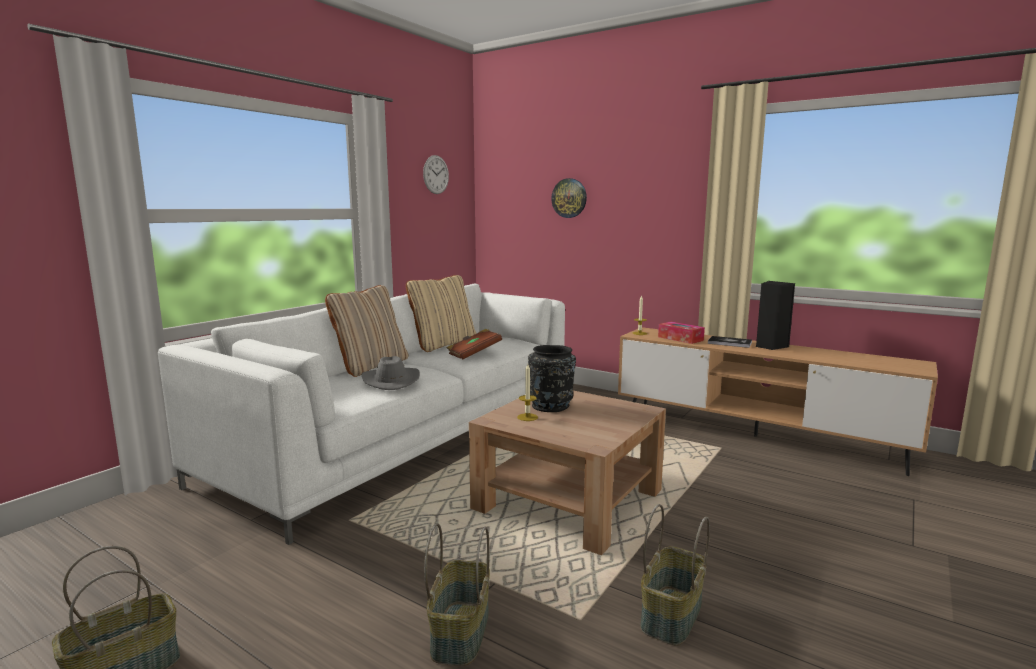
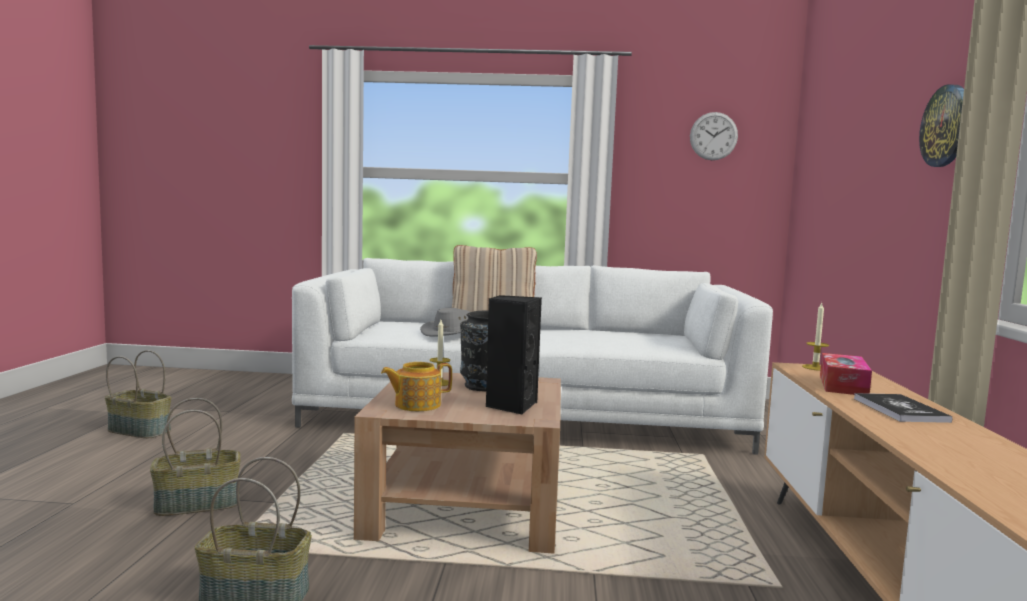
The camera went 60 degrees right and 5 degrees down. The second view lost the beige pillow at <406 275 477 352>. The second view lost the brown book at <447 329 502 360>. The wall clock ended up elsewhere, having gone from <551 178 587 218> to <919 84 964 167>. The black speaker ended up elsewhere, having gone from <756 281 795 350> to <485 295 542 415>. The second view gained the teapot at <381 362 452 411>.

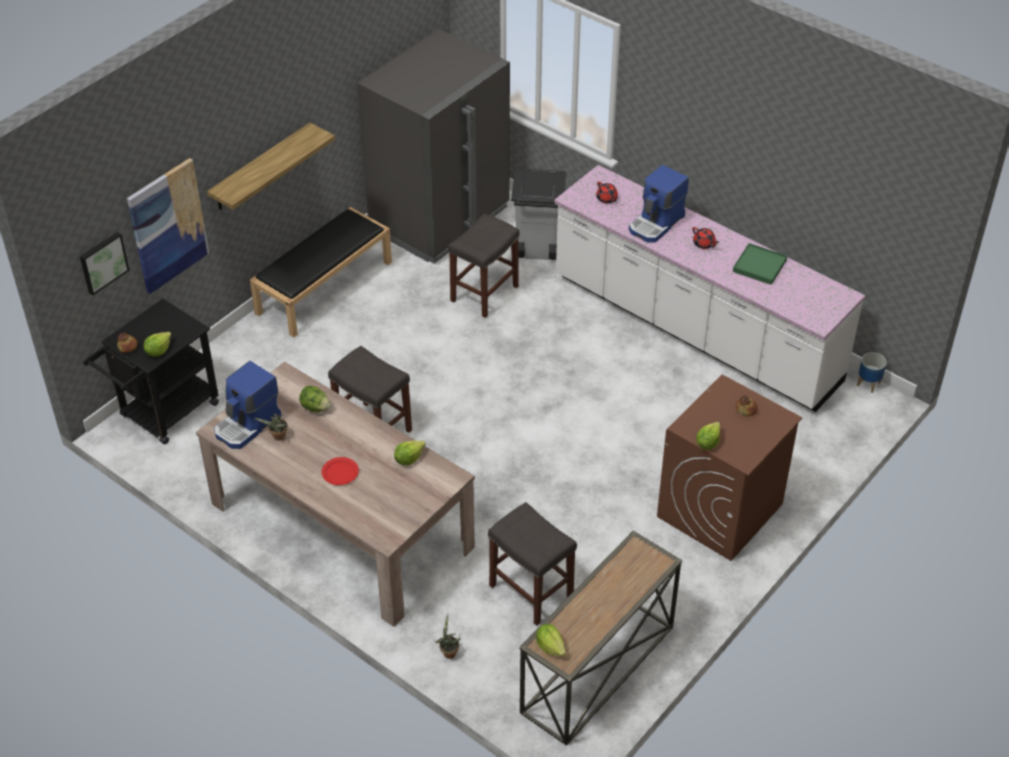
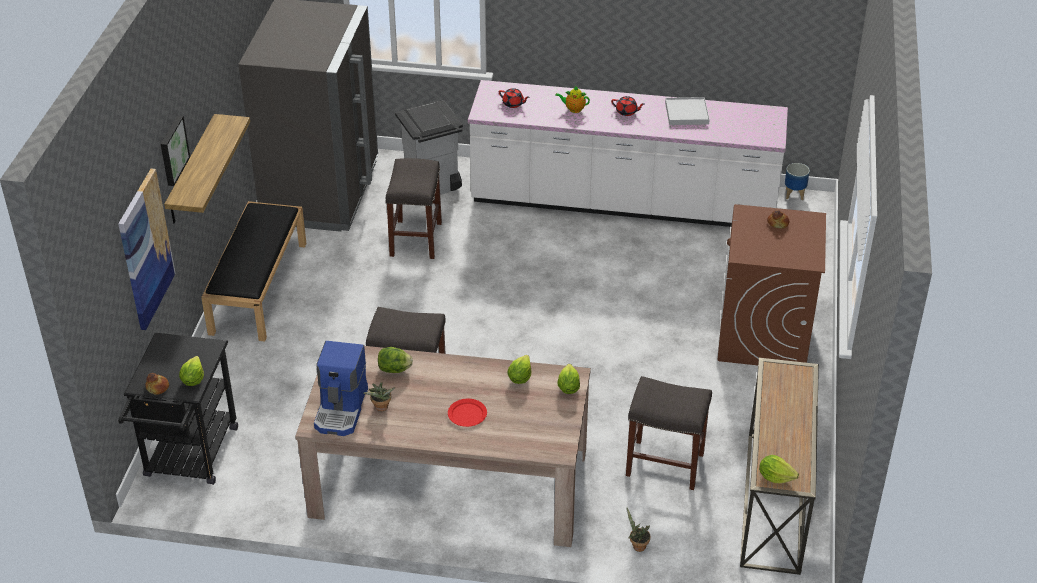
The camera went 30 degrees left and 5 degrees down. The picture ended up elsewhere, having gone from <80 232 129 295> to <161 115 190 186>. Where the coffee machine stood at <629 165 689 243>, the teapot came to stand at <555 86 590 113>. The lettuce ended up elsewhere, having gone from <696 422 720 450> to <557 364 580 394>. What was the green tray at <733 243 787 285> turned into the white tray at <665 97 710 125>.

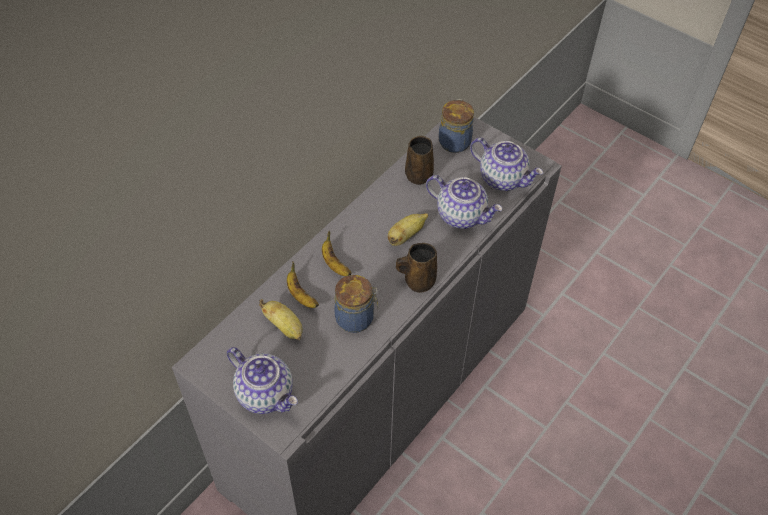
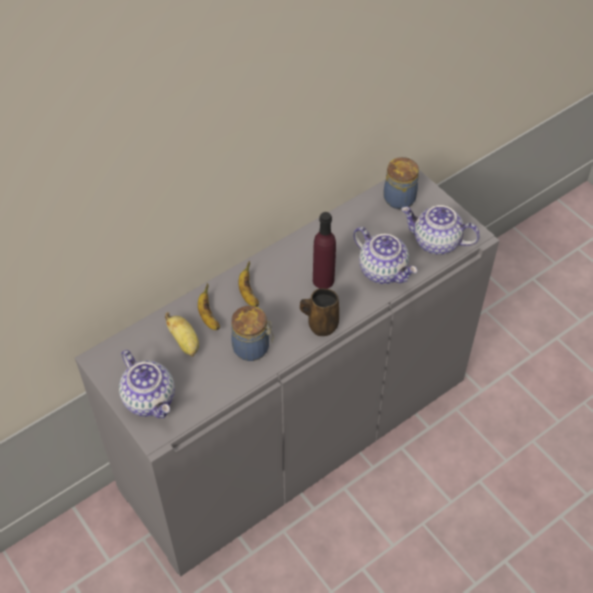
The camera went 15 degrees right and 0 degrees up. Where the banana stood at <388 213 428 246>, the purple bottle came to stand at <313 212 336 289>. The second view lost the brown mug at <405 136 434 185>. The teapot at <470 138 543 191> ended up facing another way, 150 degrees clockwise from before.

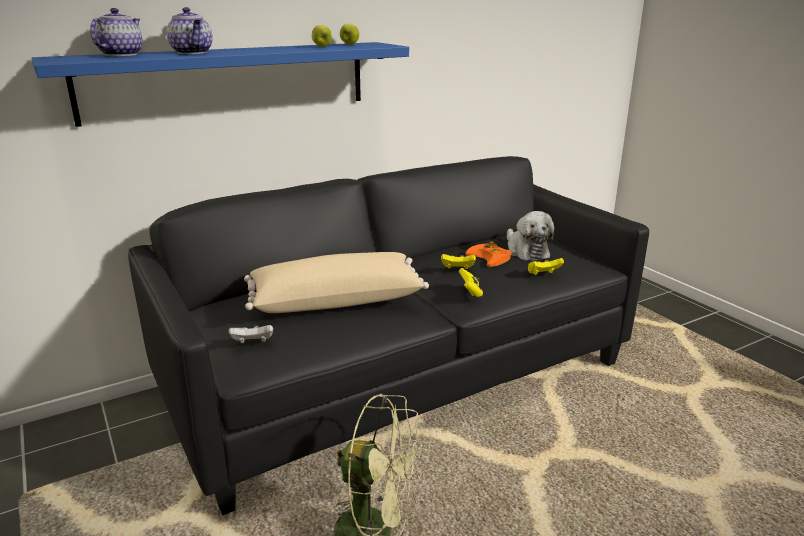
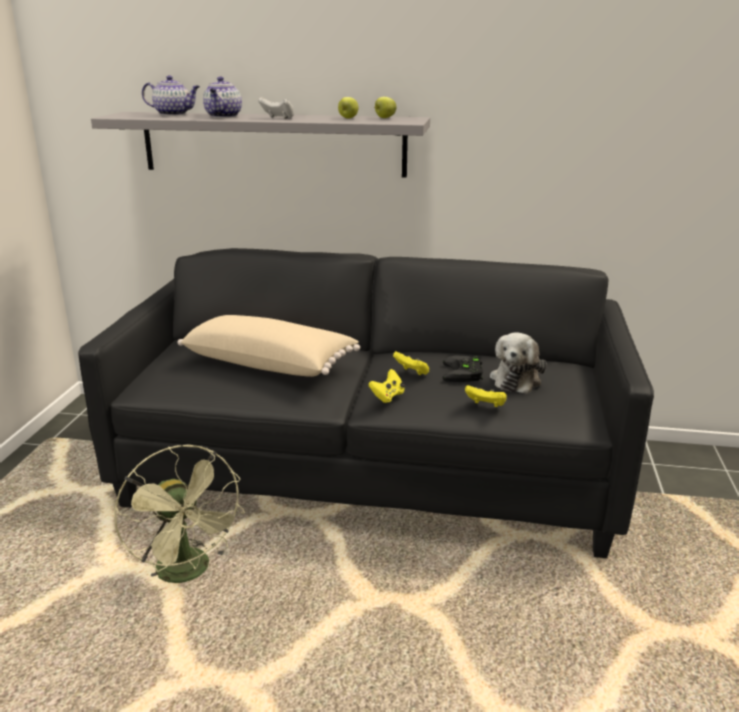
The camera went 40 degrees right and 0 degrees up. What was the blue shelf at <31 42 409 127> turned into the grey shelf at <91 112 430 178>. The teapot at <90 8 142 56> ended up facing another way, 45 degrees clockwise from before. The white game controller ended up elsewhere, having gone from <229 325 273 343> to <259 97 294 119>. What was the orange game controller at <465 241 512 267> turned into the black game controller at <443 355 483 382>.

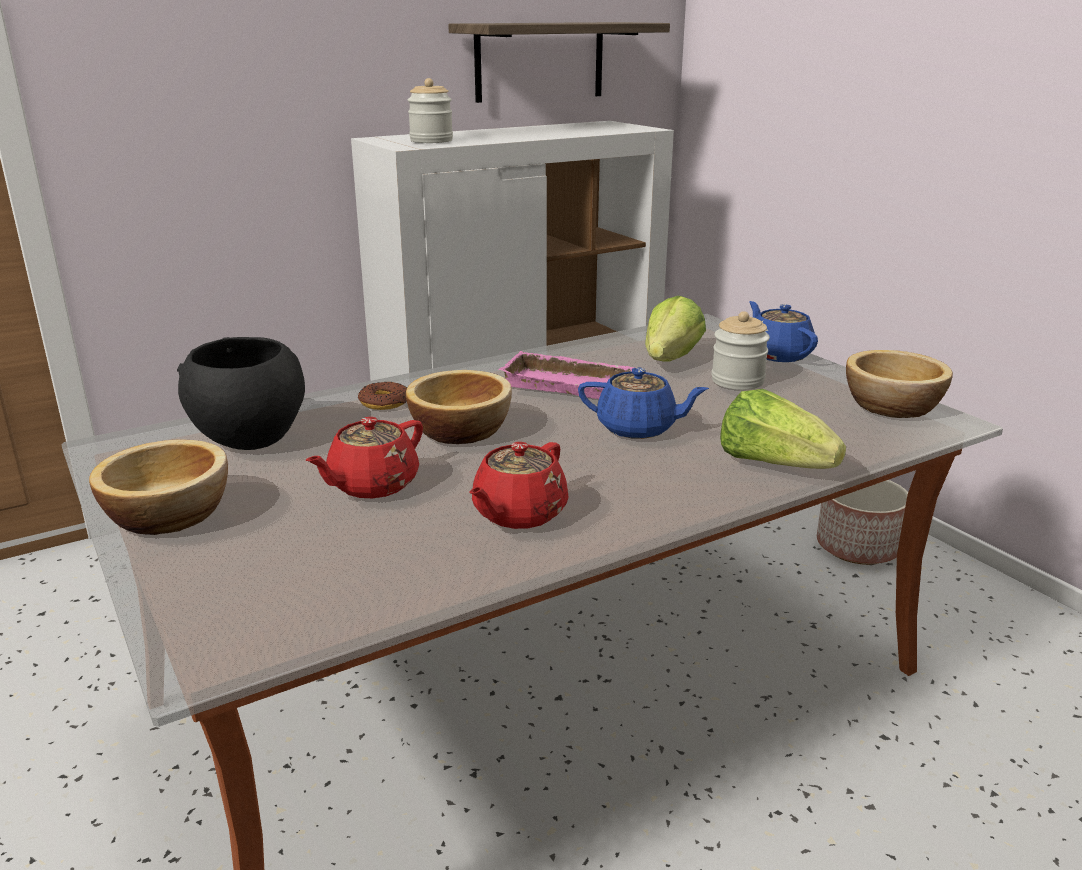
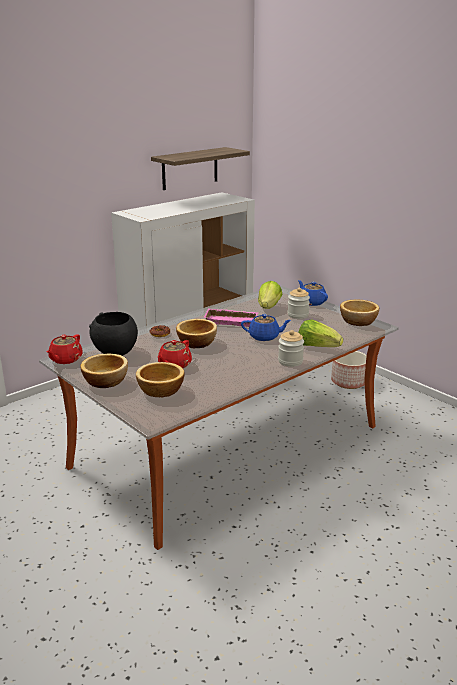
The camera went 10 degrees left and 0 degrees up. The jar ended up elsewhere, having gone from <408 78 453 143> to <278 330 304 367>. The red teapot ended up elsewhere, having gone from <469 442 569 529> to <47 334 83 364>. The second view gained the bowl at <136 362 184 397>.

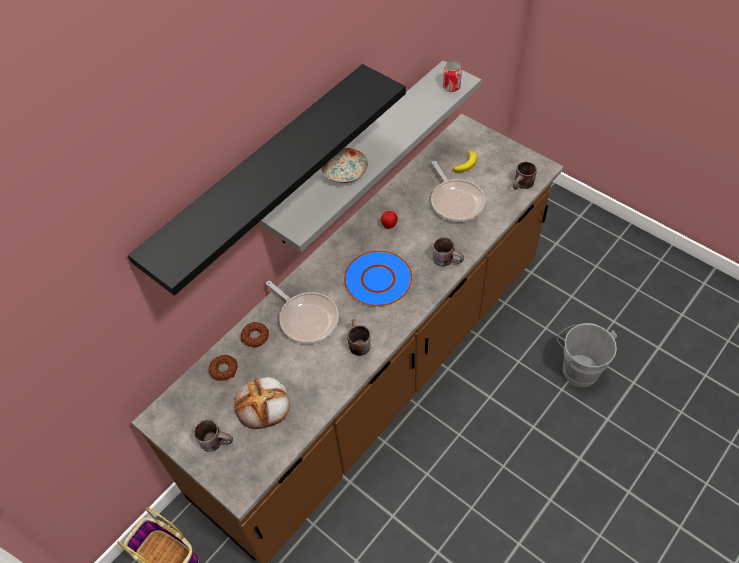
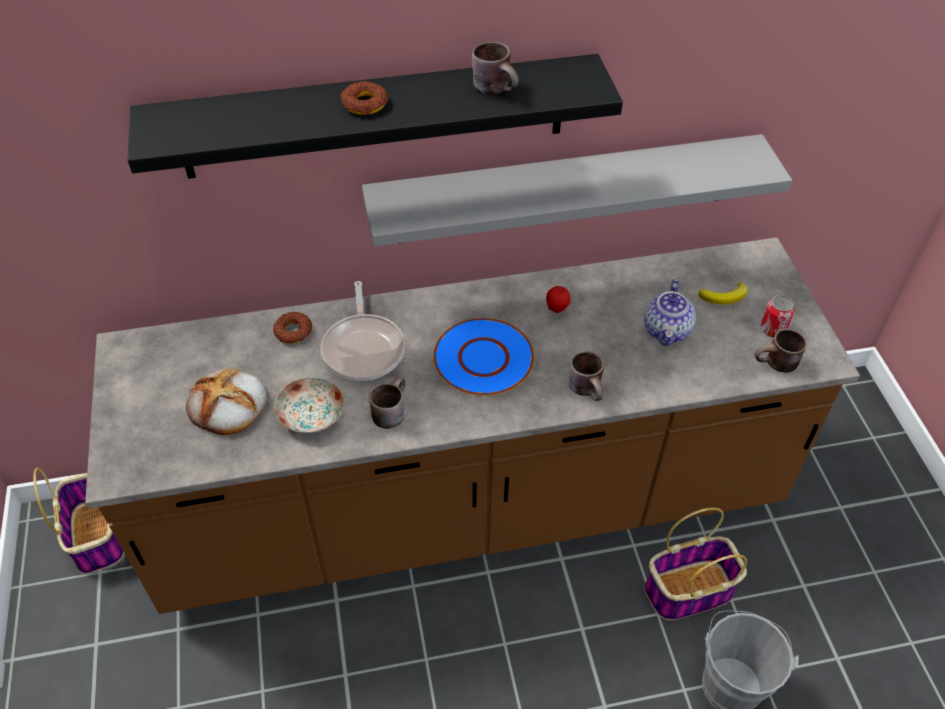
The camera went 35 degrees right and 5 degrees down. The brown mug ended up elsewhere, having gone from <194 419 233 452> to <472 42 519 94>. The donut ended up elsewhere, having gone from <209 355 238 381> to <340 81 389 115>. The plate ended up elsewhere, having gone from <321 148 368 183> to <274 377 344 433>. Where the frying pan stood at <431 161 485 222>, the teapot came to stand at <644 279 696 346>. The can ended up elsewhere, having gone from <443 61 462 92> to <760 295 795 338>. The second view gained the basket at <644 508 747 620>.

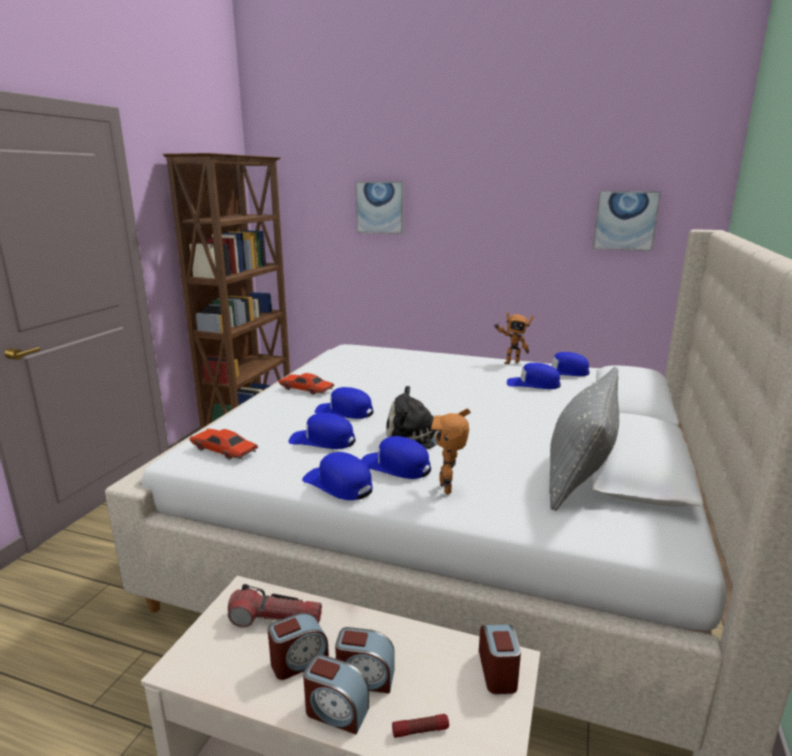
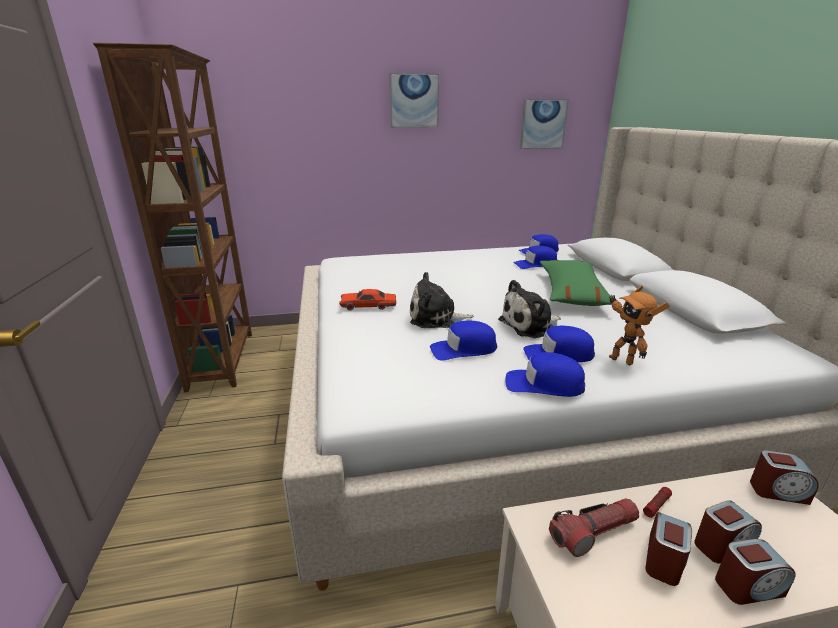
The camera went 30 degrees left and 5 degrees up. The second view lost the red toy car at <189 429 258 459>. Where the blue cap stood at <315 387 374 419>, the plush toy came to stand at <410 272 474 328>. The picture ended up elsewhere, having gone from <355 181 404 234> to <389 73 439 128>. The flashlight ended up elsewhere, having gone from <392 714 449 738> to <643 487 672 518>. The alarm clock at <479 624 521 694> ended up facing another way, 135 degrees clockwise from before. The second view lost the toy robot at <494 312 533 364>. The second view lost the grey pillow at <549 367 619 511>. The second view gained the green pillow at <540 260 612 306>.

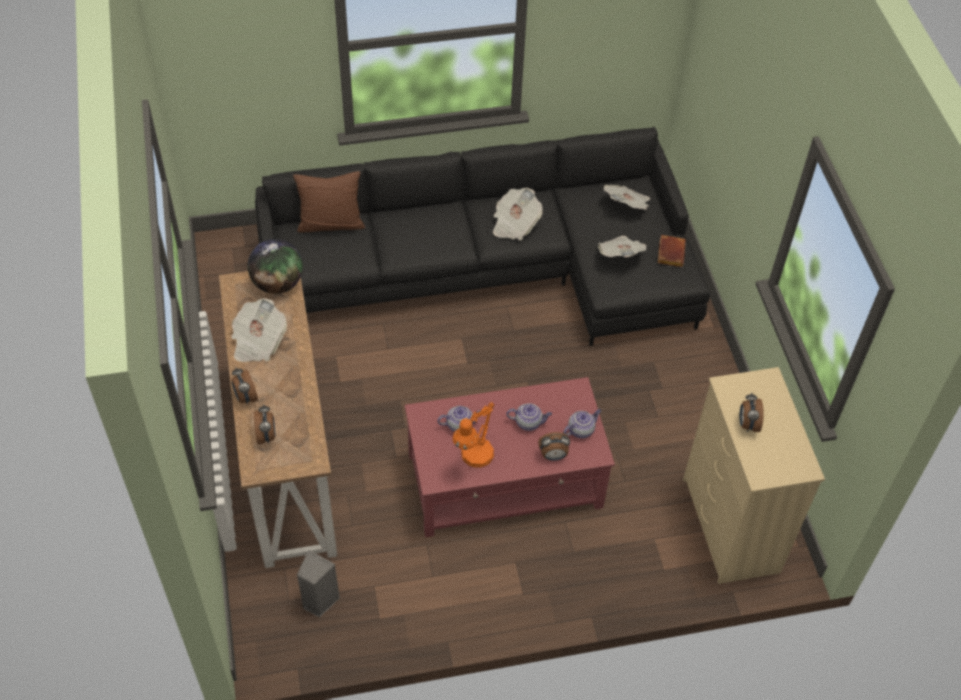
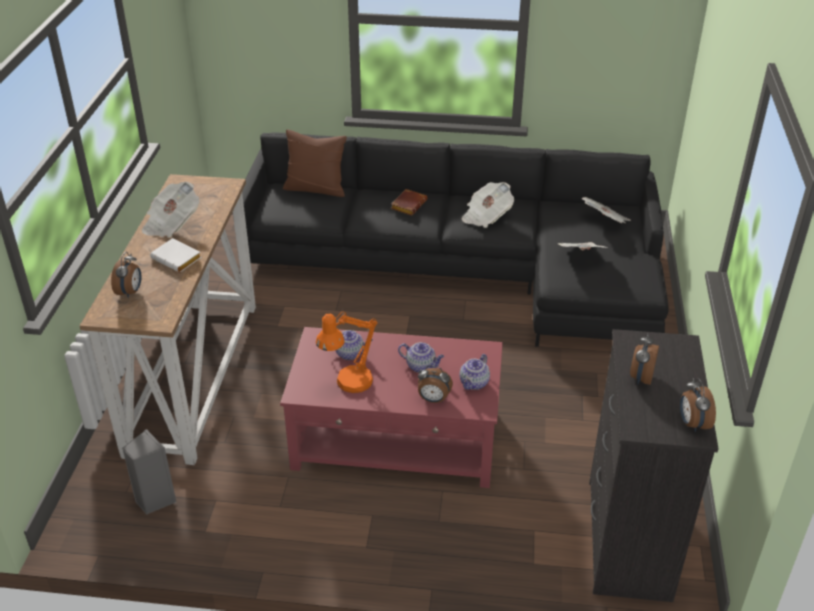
The camera went 20 degrees right and 15 degrees down. The alarm clock ended up elsewhere, having gone from <231 367 258 405> to <680 378 716 432>. The second view lost the globe at <248 239 303 294>. The teapot at <563 409 601 438> ended up facing another way, 135 degrees clockwise from before. The brown book ended up elsewhere, having gone from <658 235 686 267> to <391 189 427 216>. What was the beige dresser at <683 367 825 584> turned into the black dresser at <589 329 719 602>. The second view gained the white book at <150 238 201 273>.

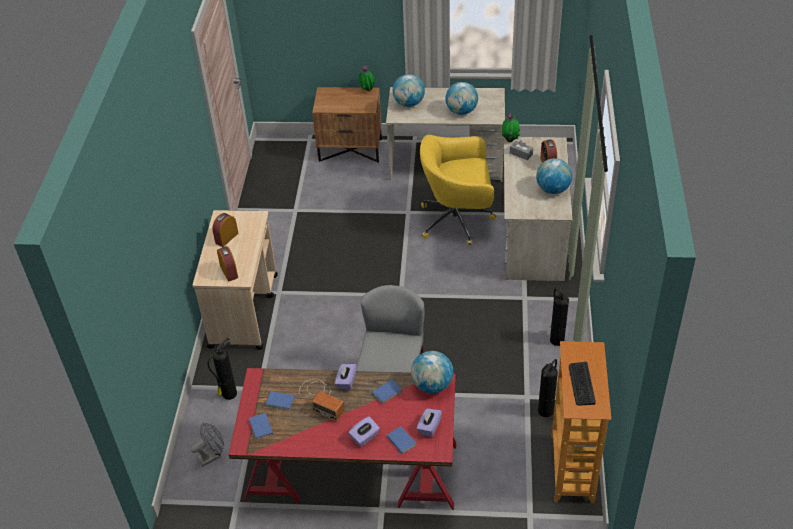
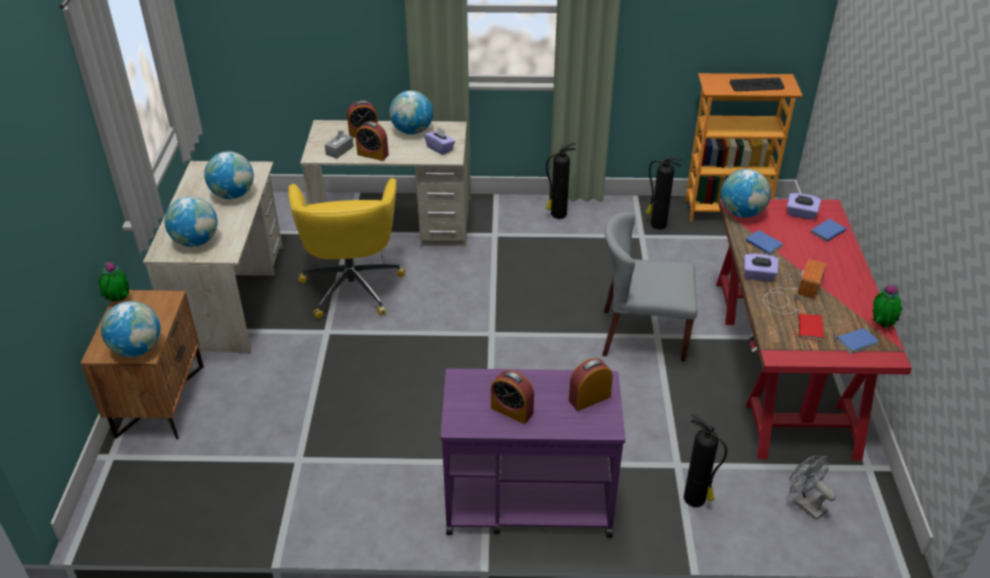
The camera went 95 degrees left and 5 degrees down. What was the beige cart at <193 210 278 350> turned into the purple cart at <440 368 625 538>. What was the blue book at <265 387 295 411> turned into the red book at <792 314 824 341>. The purple tissue box ended up elsewhere, having gone from <348 416 380 447> to <424 127 455 155>. The potted plant ended up elsewhere, having gone from <502 112 520 142> to <872 284 903 328>. The second view gained the globe at <101 301 160 357>. The second view gained the alarm clock at <356 121 389 161>.

